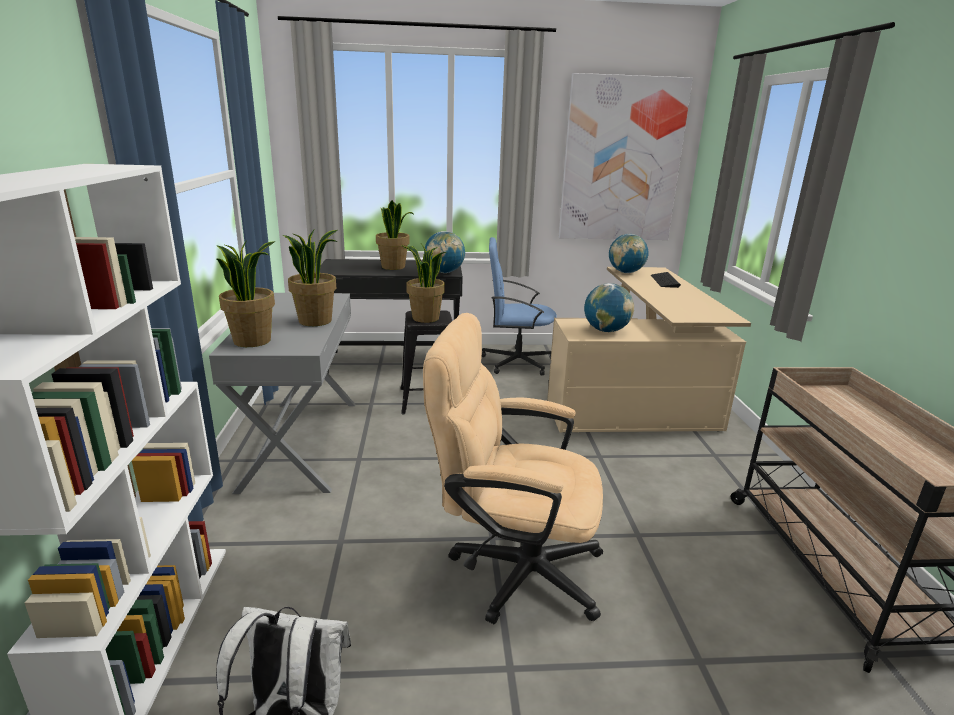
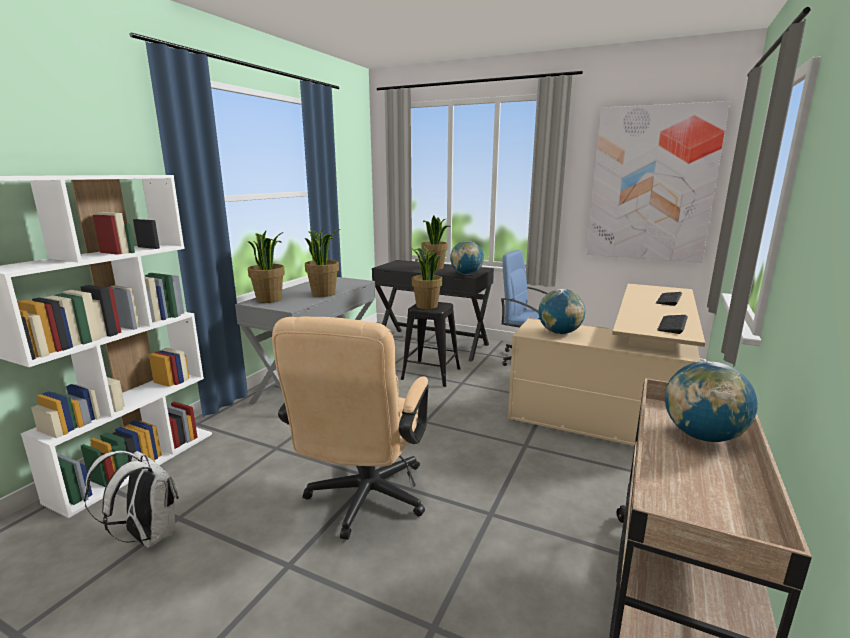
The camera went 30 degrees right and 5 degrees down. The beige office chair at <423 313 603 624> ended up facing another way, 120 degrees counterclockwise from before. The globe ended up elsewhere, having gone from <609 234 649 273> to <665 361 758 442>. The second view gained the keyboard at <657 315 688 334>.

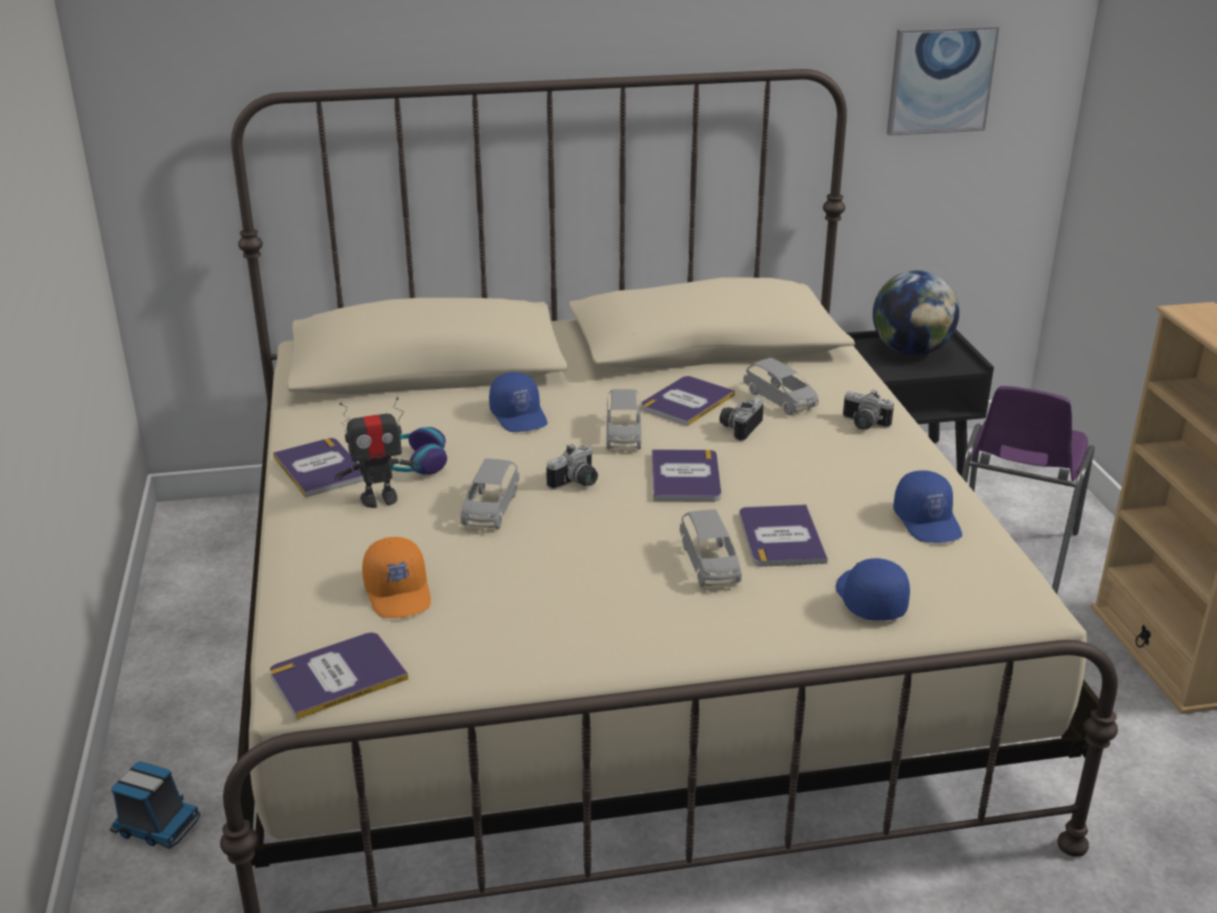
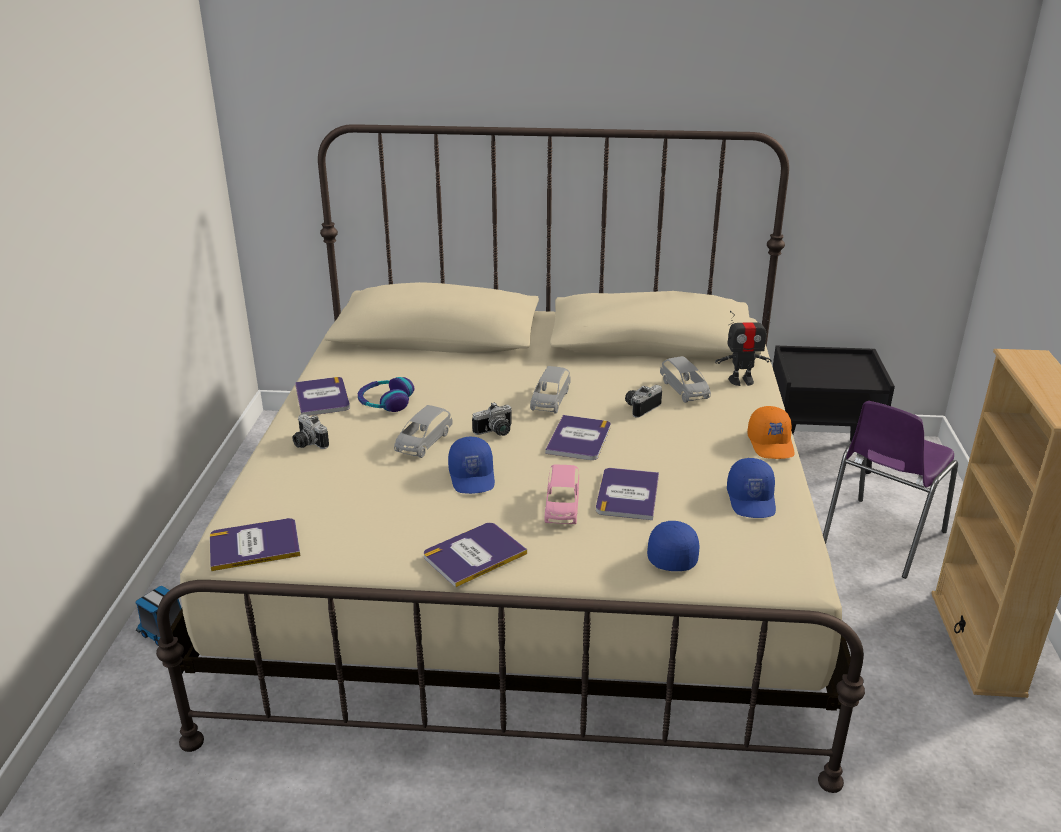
The camera went 15 degrees right and 0 degrees up. The toy robot ended up elsewhere, having gone from <334 397 418 508> to <715 311 772 386>. The orange cap ended up elsewhere, having gone from <362 537 431 618> to <747 406 794 459>. The blue cap ended up elsewhere, having gone from <489 372 547 432> to <448 437 495 494>. The book ended up elsewhere, having gone from <641 376 735 426> to <424 523 527 588>. What was the grey toy car at <680 509 742 587> turned into the pink toy car at <545 465 579 524>. The photo camera ended up elsewhere, having gone from <843 389 894 430> to <292 414 329 449>. The second view lost the globe at <873 270 959 355>. The second view lost the picture at <887 25 999 136>.

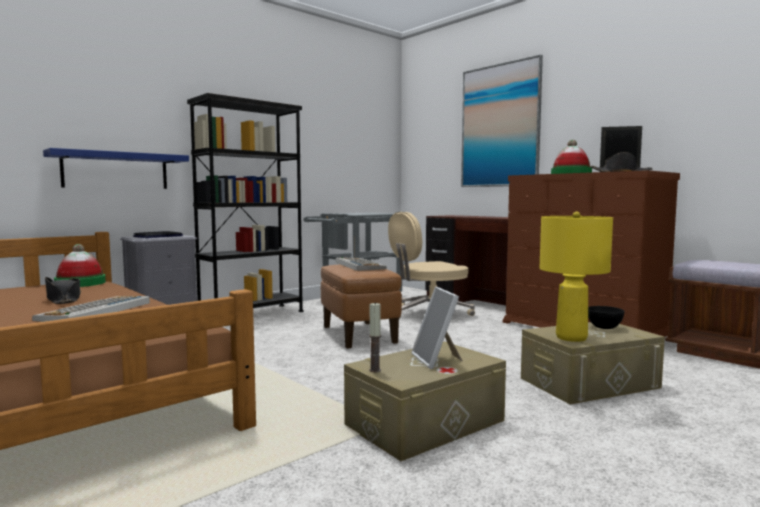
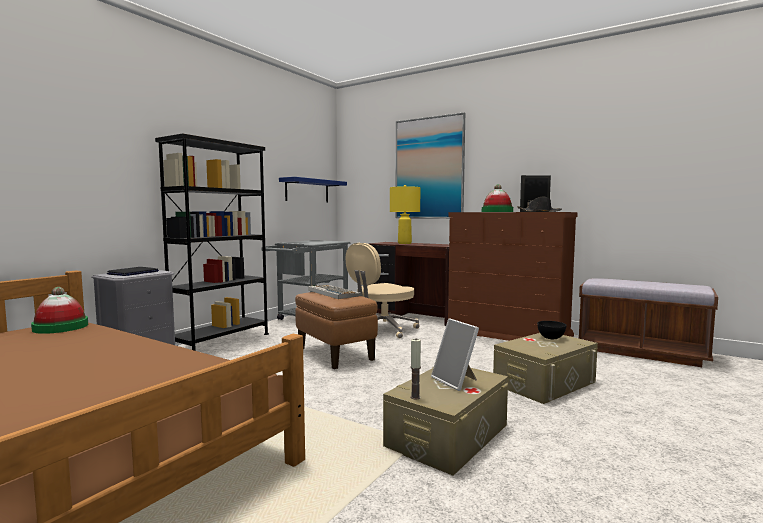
The camera went 15 degrees left and 0 degrees up. The second view lost the keyboard at <32 296 150 322>. The blue shelf ended up elsewhere, having gone from <43 148 189 189> to <279 177 347 202>. The second view lost the black hat at <45 277 81 304>. The yellow table lamp ended up elsewhere, having gone from <540 212 613 342> to <390 185 420 244>.

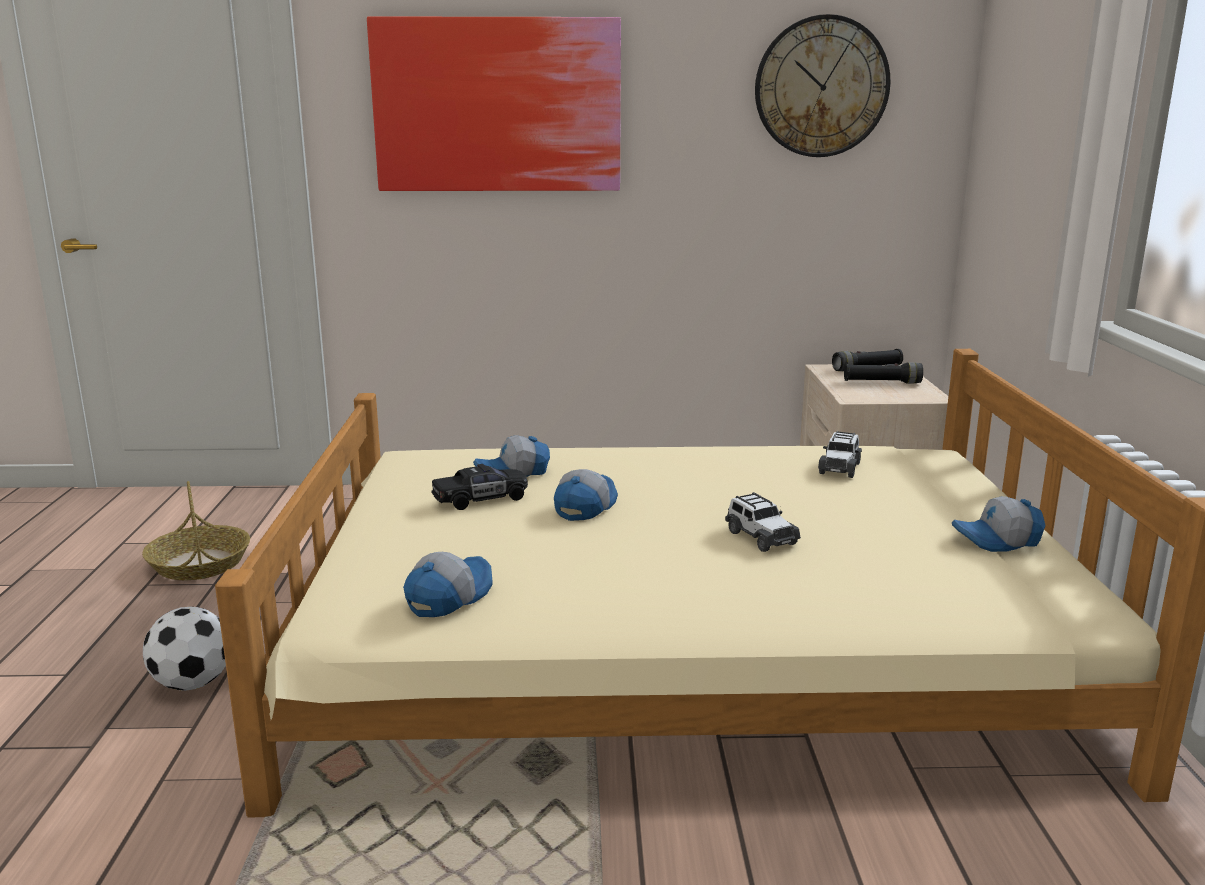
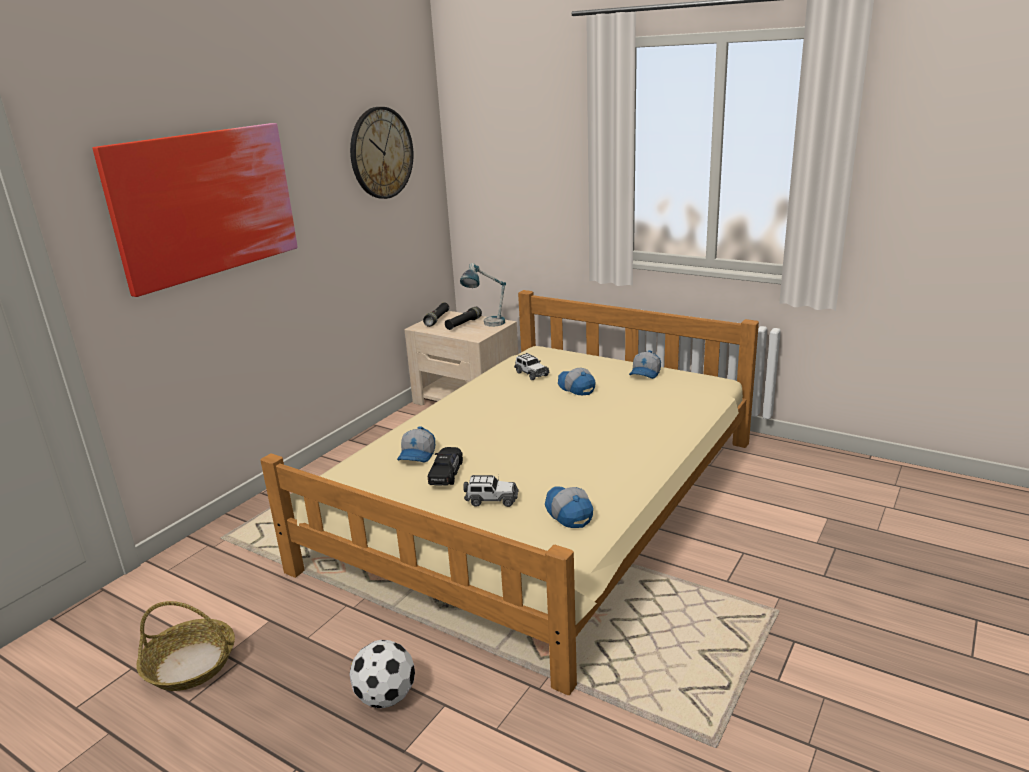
The camera went 55 degrees left and 5 degrees up. The cap ended up elsewhere, having gone from <554 469 618 521> to <558 368 596 395>. The toy car ended up elsewhere, having gone from <725 492 801 552> to <463 475 519 507>. The second view gained the table lamp at <460 263 506 327>.

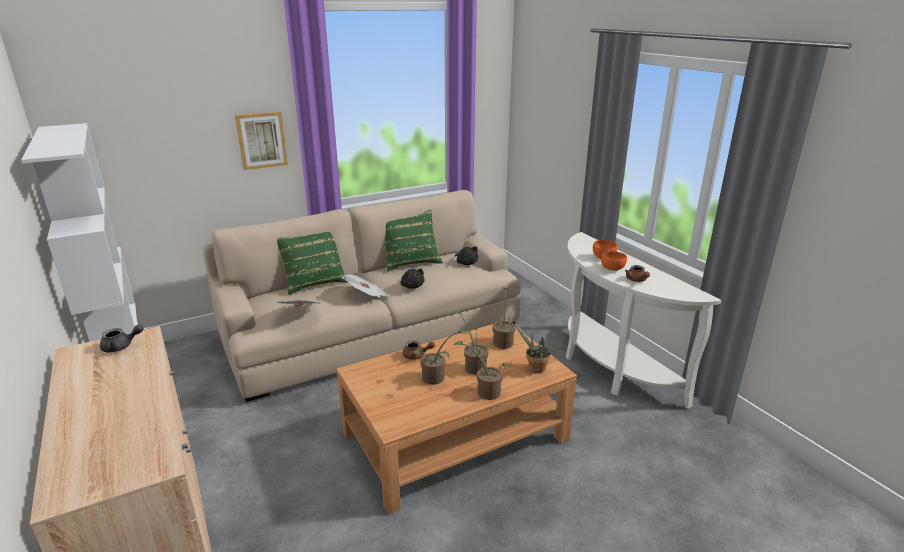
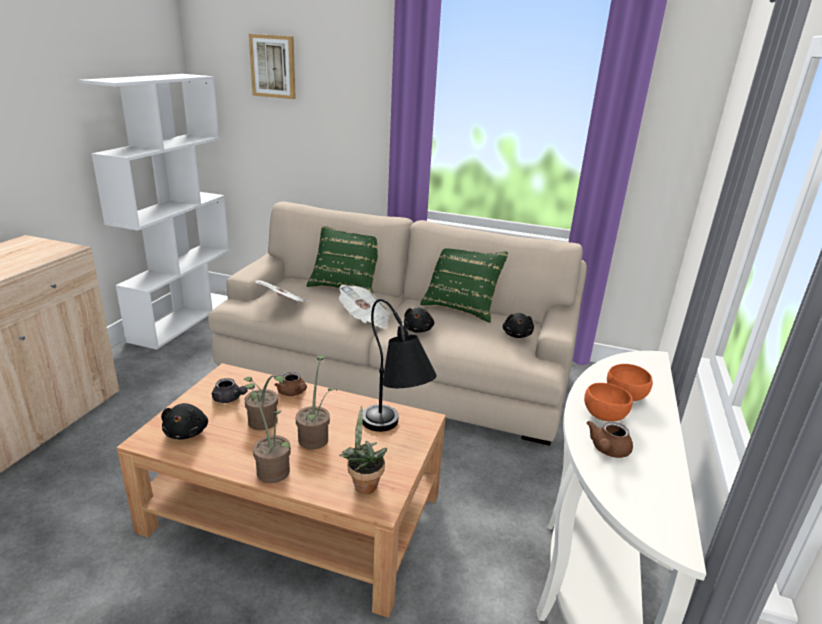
The camera went 45 degrees right and 0 degrees up. The grey teapot ended up elsewhere, having gone from <100 324 144 352> to <212 378 248 403>. The picture ended up elsewhere, having gone from <235 111 288 170> to <249 34 296 99>. Where the potted plant stood at <493 287 517 349>, the black table lamp came to stand at <363 299 437 432>. The second view gained the black plush toy at <161 403 208 440>.

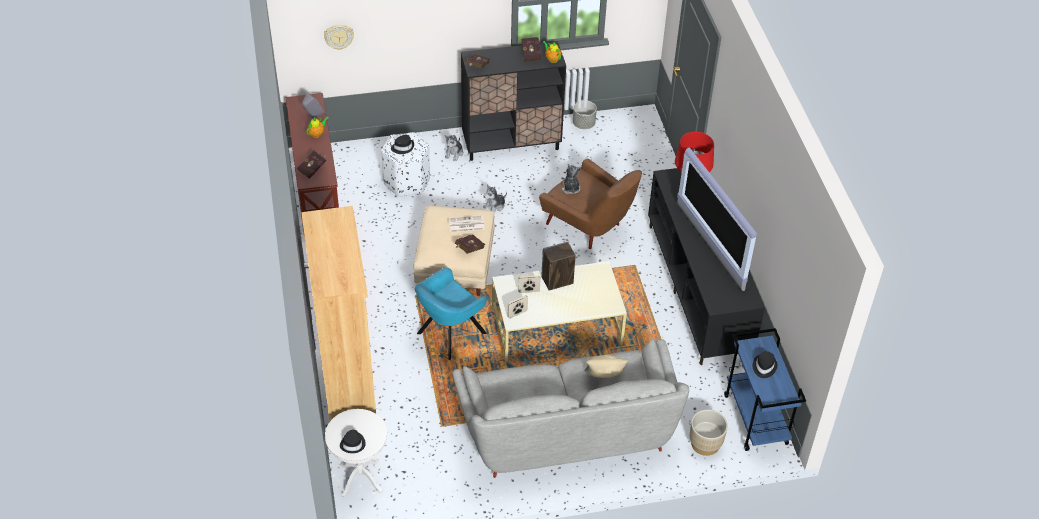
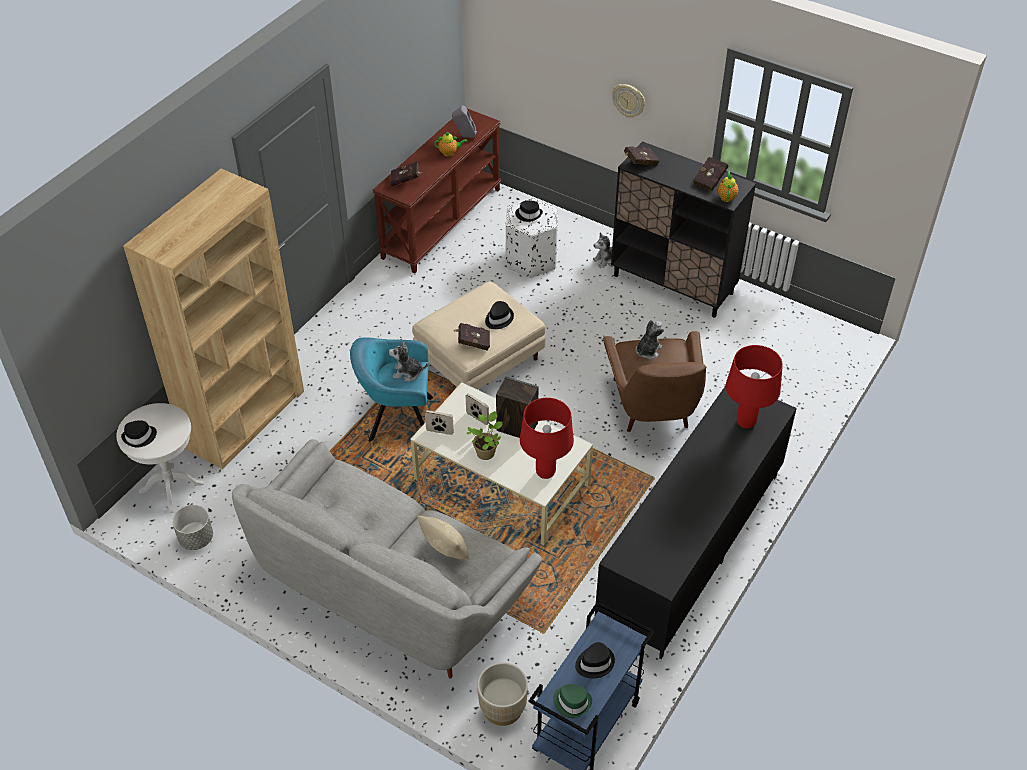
The camera went 45 degrees right and 0 degrees up. The wall clock ended up elsewhere, having gone from <324 25 354 50> to <612 84 645 118>. Where the newspaper stood at <449 216 485 232>, the black hat came to stand at <485 301 514 329>. The plush toy ended up elsewhere, having gone from <483 185 507 212> to <389 340 428 382>. The grey planter ended up elsewhere, having gone from <573 100 597 129> to <172 505 213 550>. The second view lost the television at <677 147 757 291>. The second view gained the potted plant at <467 411 503 460>. The second view gained the red table lamp at <520 398 574 479>. The second view gained the green hat at <553 684 592 718>.

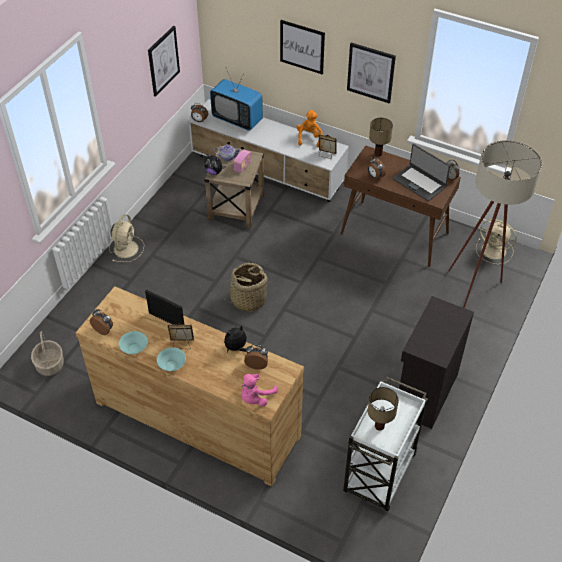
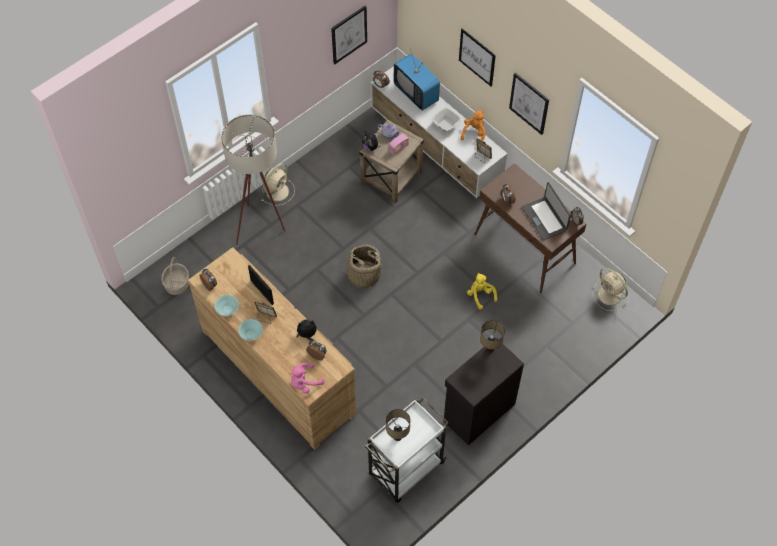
The camera went 20 degrees right and 10 degrees up. The table lamp ended up elsewhere, having gone from <369 118 393 157> to <480 320 505 353>. The beige floor lamp ended up elsewhere, having gone from <448 140 542 308> to <221 114 286 245>. The second view gained the bowl at <432 107 462 132>. The second view gained the yellow plush toy at <467 273 497 309>.

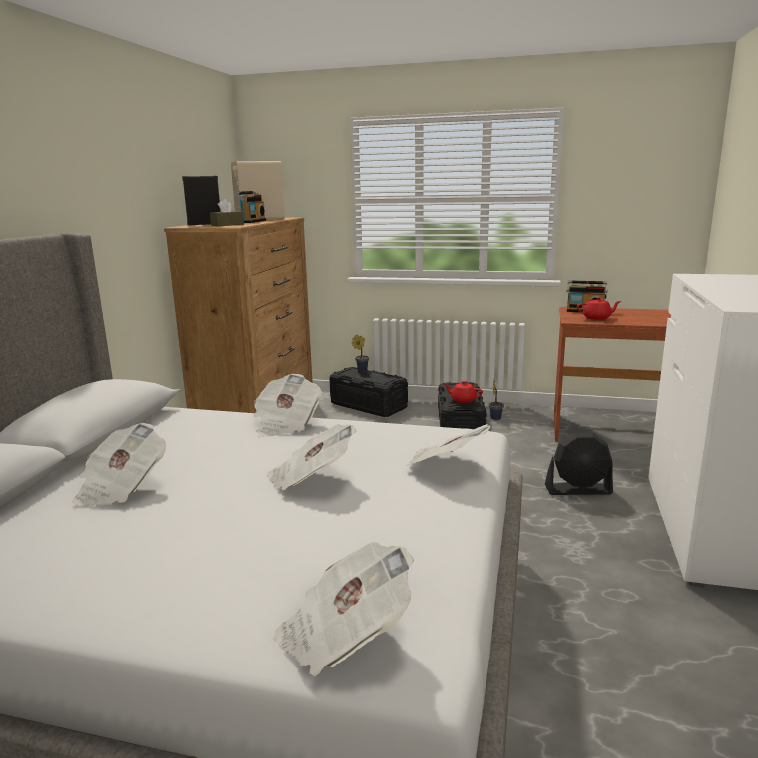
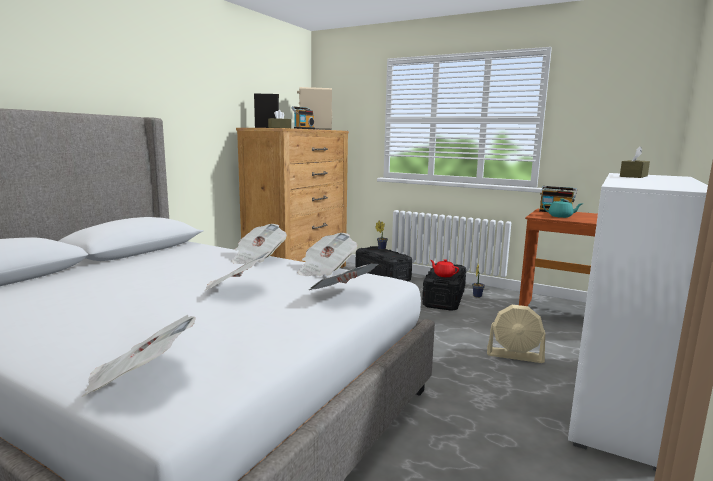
The camera went 15 degrees right and 5 degrees down. The newspaper ended up elsewhere, having gone from <73 423 166 507> to <298 233 357 276>. What was the black fan at <545 433 613 495> turned into the beige fan at <487 305 545 363>. What was the red teapot at <577 297 621 320> turned into the turquoise teapot at <543 198 583 218>. The second view gained the brown tissue box at <620 146 650 178>.

